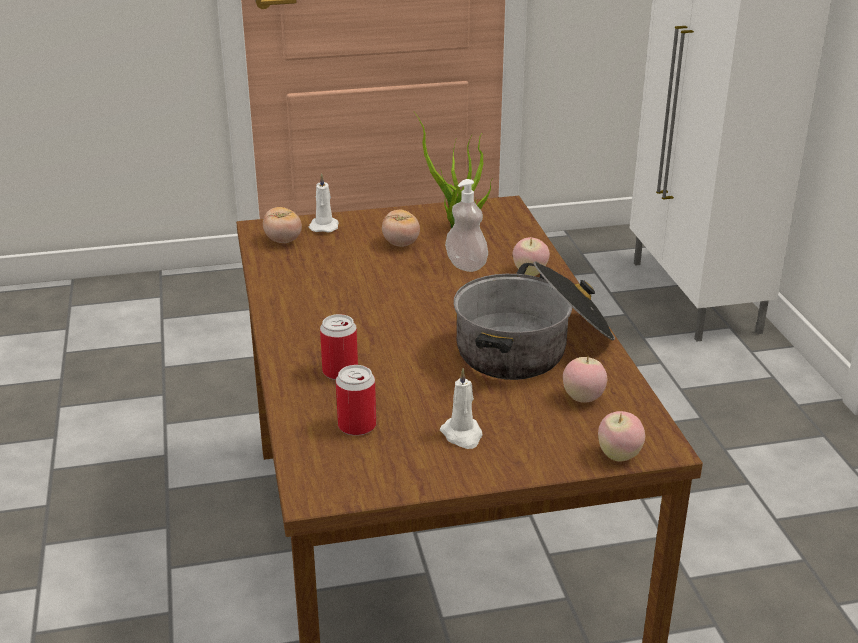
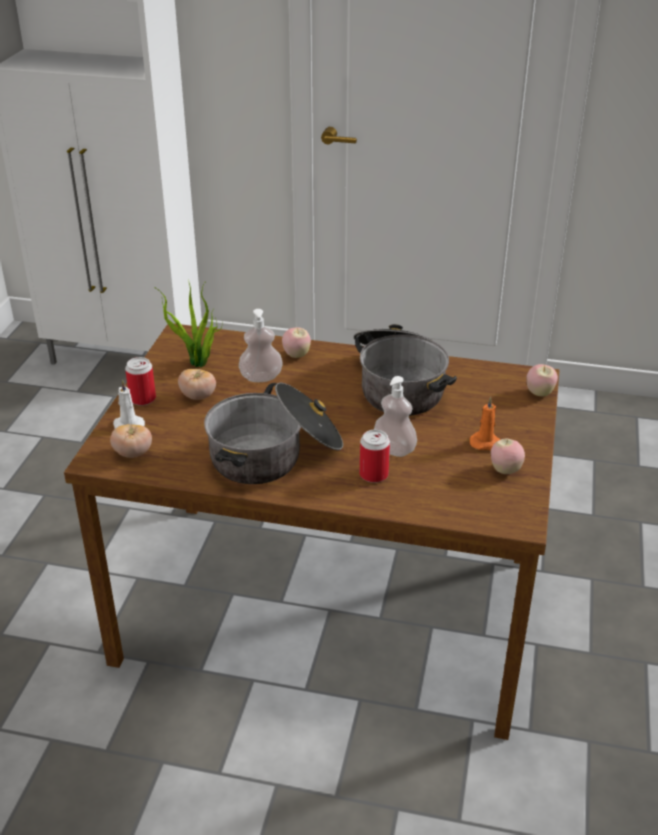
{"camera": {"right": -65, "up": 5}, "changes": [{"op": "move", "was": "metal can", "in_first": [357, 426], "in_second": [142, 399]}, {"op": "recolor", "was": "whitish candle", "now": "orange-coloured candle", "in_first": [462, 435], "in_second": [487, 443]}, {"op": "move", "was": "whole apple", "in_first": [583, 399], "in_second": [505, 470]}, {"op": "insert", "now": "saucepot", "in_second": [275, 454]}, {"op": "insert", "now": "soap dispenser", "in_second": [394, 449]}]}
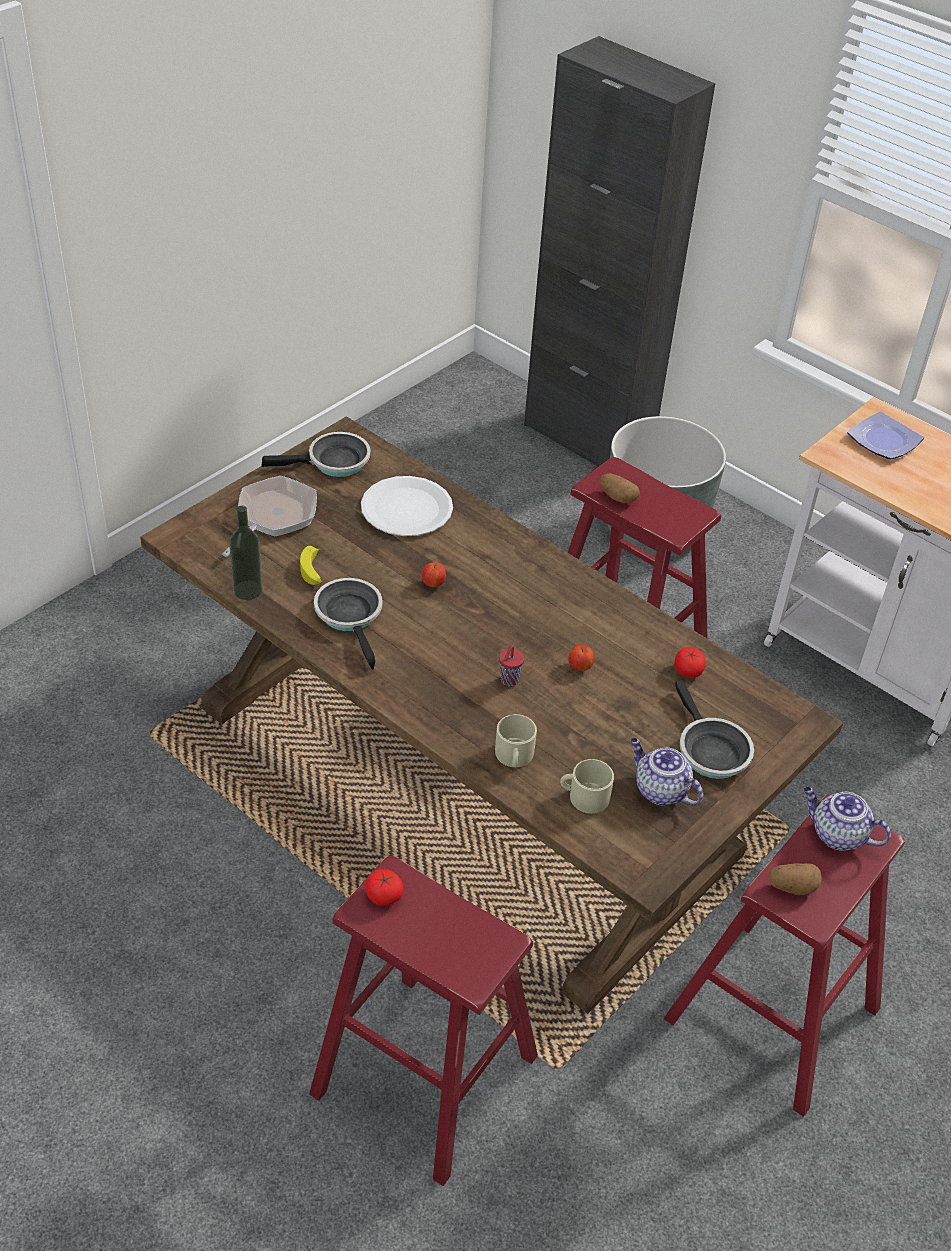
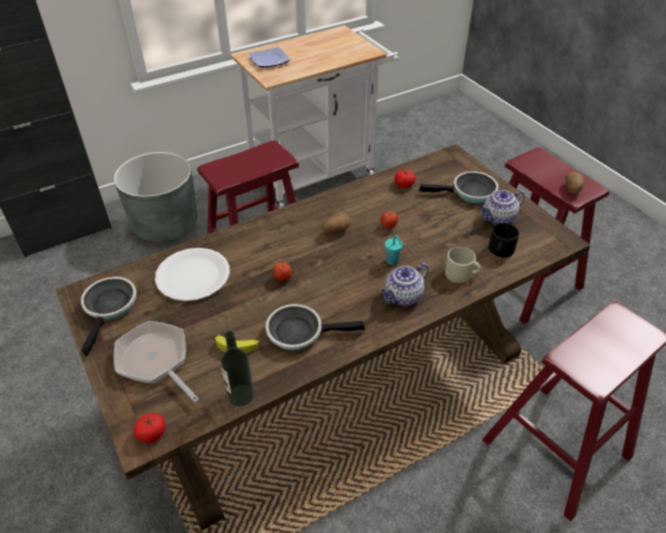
{"camera": {"right": -70, "up": 0}, "changes": [{"op": "move", "was": "fresh tomato", "in_first": [384, 895], "in_second": [152, 433]}, {"op": "recolor", "was": "red-coloured cup", "now": "turquoise cup", "in_first": [508, 681], "in_second": [392, 261]}, {"op": "recolor", "was": "beige-coloured tea mug", "now": "black tea mug", "in_first": [584, 796], "in_second": [500, 251]}, {"op": "move", "was": "spud", "in_first": [617, 497], "in_second": [336, 230]}, {"op": "move", "was": "tea pot", "in_first": [837, 835], "in_second": [402, 297]}]}
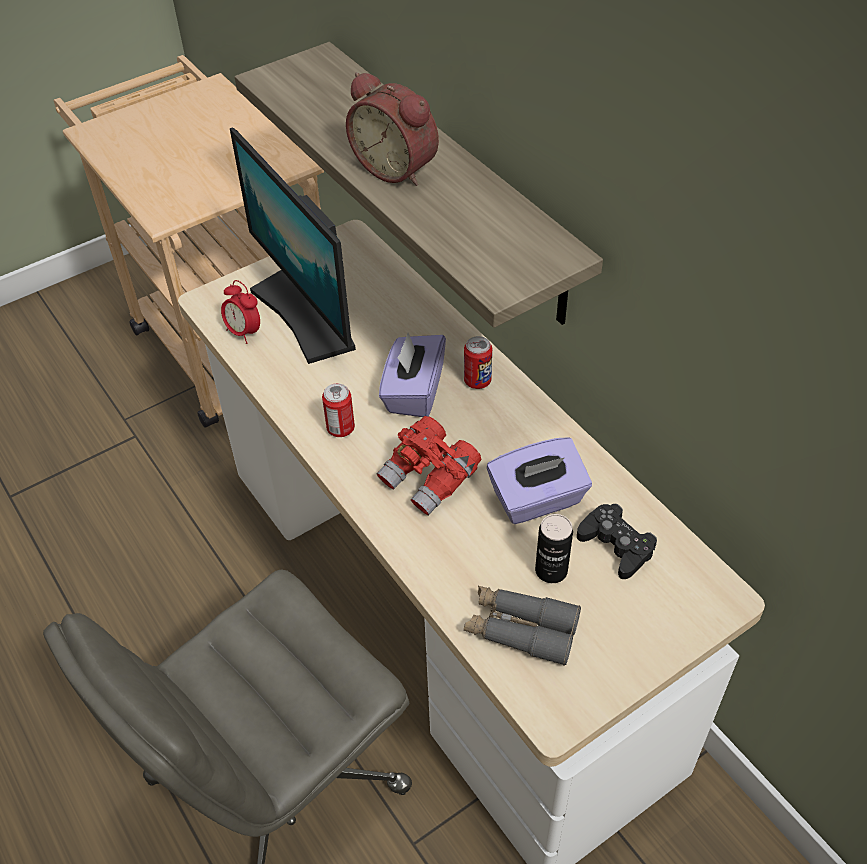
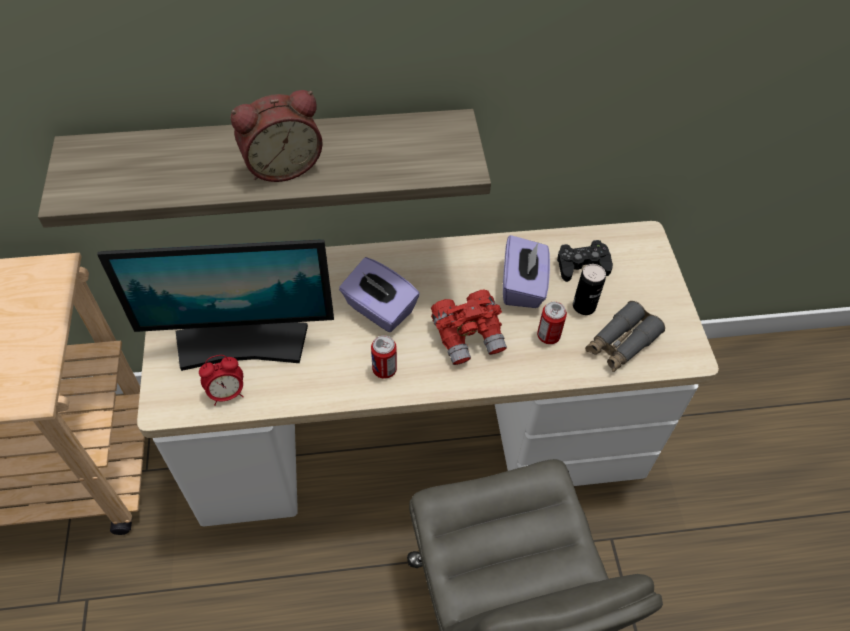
{"camera": {"right": -65, "up": 5}, "changes": [{"op": "move", "was": "metal can", "in_first": [477, 381], "in_second": [548, 336]}]}
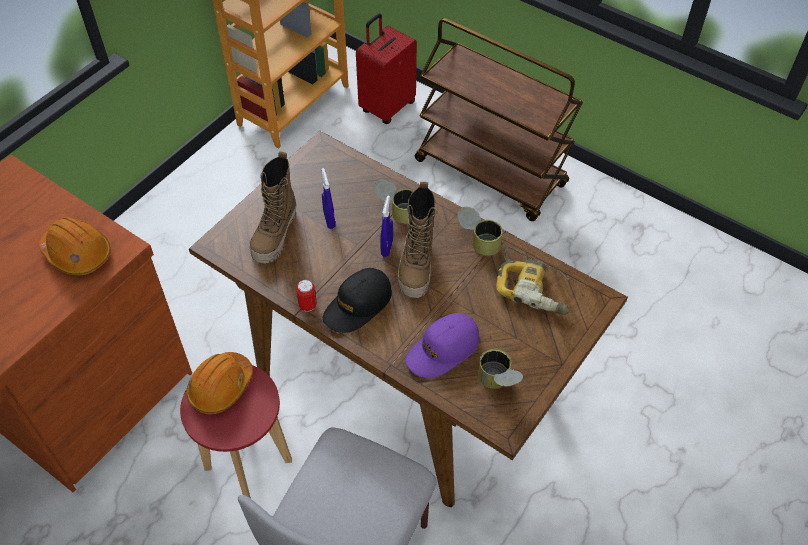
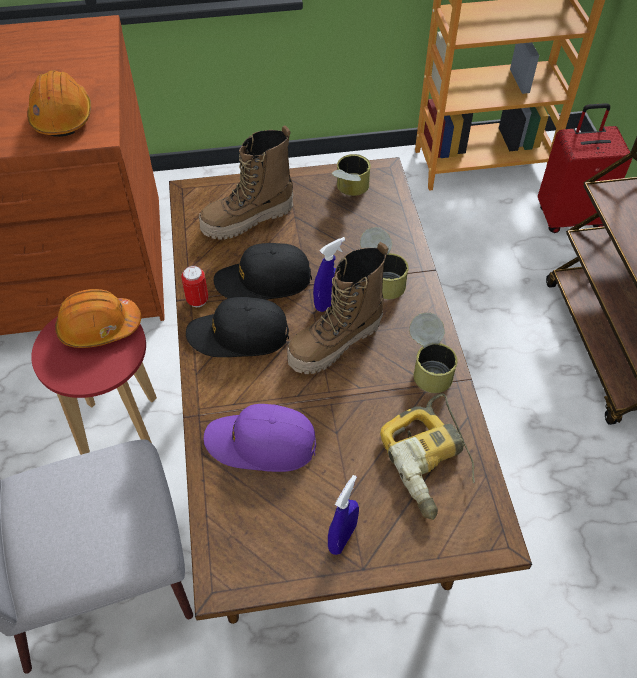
{"camera": {"right": 45, "up": 0}, "changes": [{"op": "move", "was": "bluish sprayer", "in_first": [329, 220], "in_second": [342, 537]}, {"op": "move", "was": "metal can", "in_first": [498, 383], "in_second": [349, 191]}, {"op": "insert", "now": "black baseball cap", "in_second": [263, 281]}]}
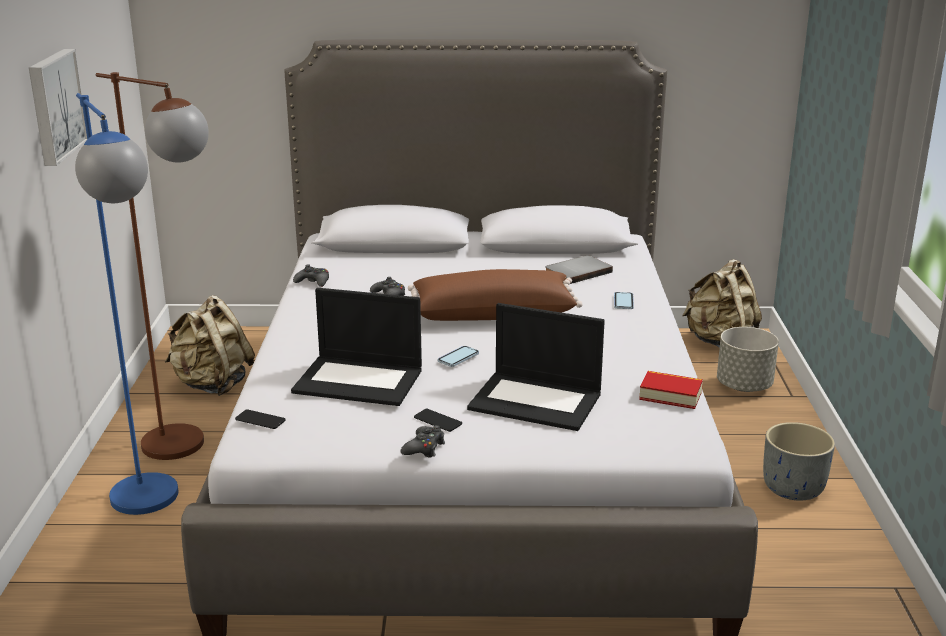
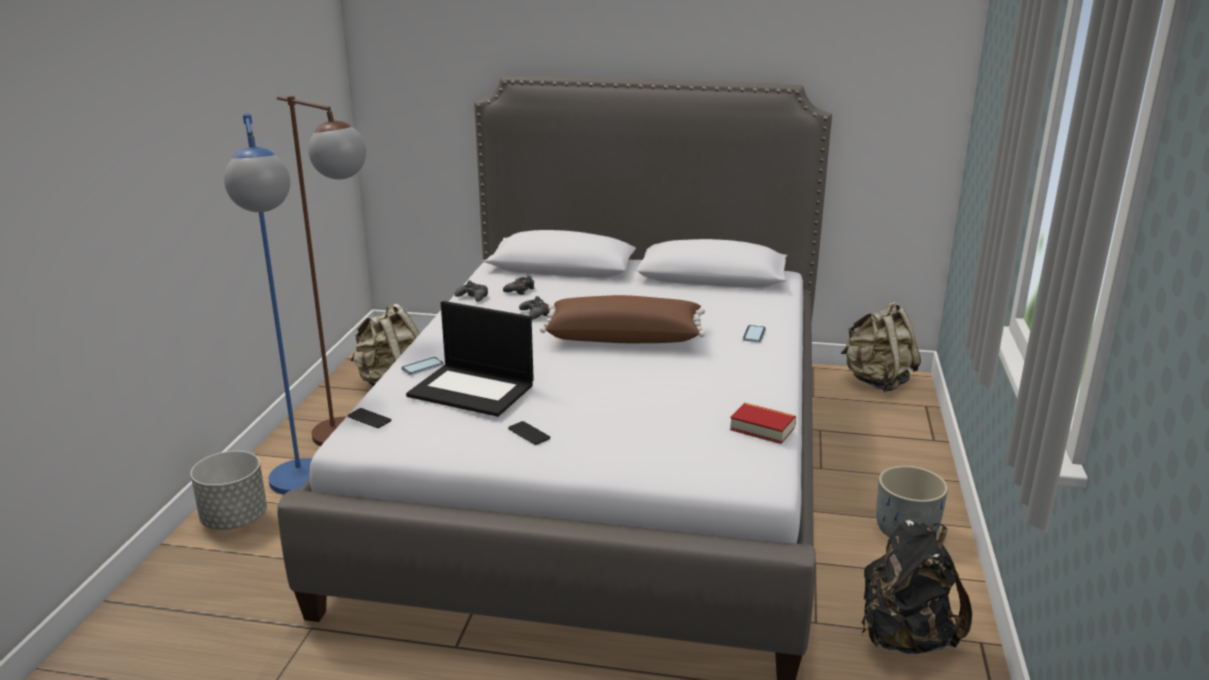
{"camera": {"right": 10, "up": 0}, "changes": [{"op": "delete", "was": "picture", "in_first": [54, 106]}, {"op": "move", "was": "black joypad", "in_first": [424, 448], "in_second": [520, 290]}, {"op": "move", "was": "phone", "in_first": [458, 358], "in_second": [422, 367]}, {"op": "delete", "was": "portable computer", "in_first": [537, 401]}, {"op": "delete", "was": "gray bound book", "in_first": [576, 272]}, {"op": "move", "was": "gray planter", "in_first": [743, 386], "in_second": [234, 519]}, {"op": "insert", "now": "black rucksack", "in_second": [905, 637]}]}
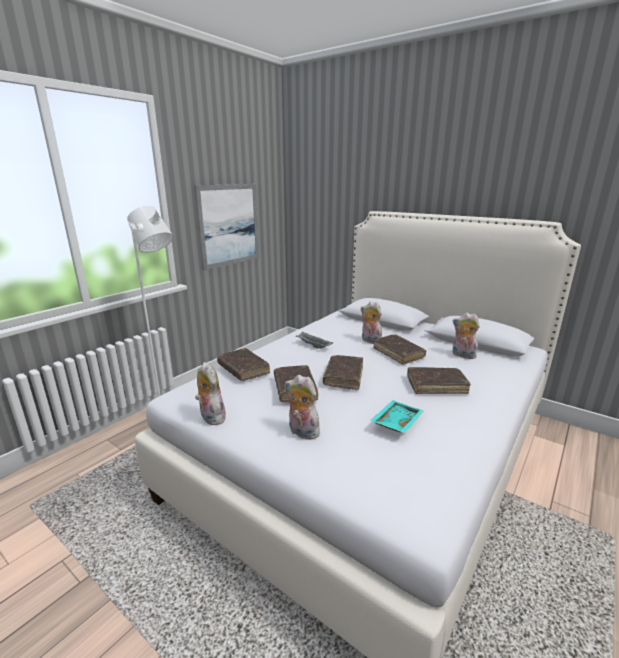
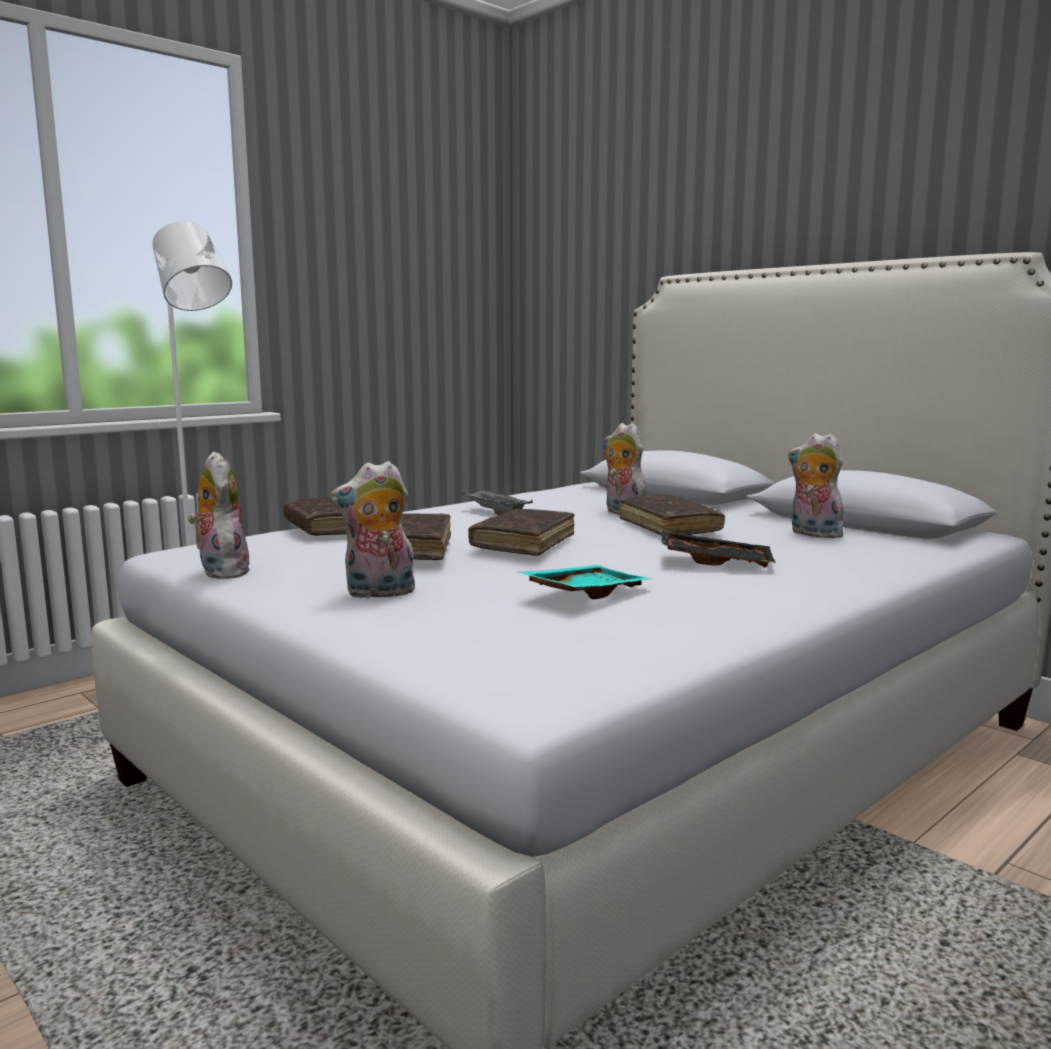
{"camera": {"right": 10, "up": -10}, "changes": [{"op": "delete", "was": "picture", "in_first": [229, 225]}, {"op": "rotate", "was": "soft toy", "in_first": [301, 432], "in_second": [379, 594], "clockwise": -60}, {"op": "replace", "was": "brownish bound book", "now": "black tray", "in_first": [436, 385], "in_second": [716, 561]}]}
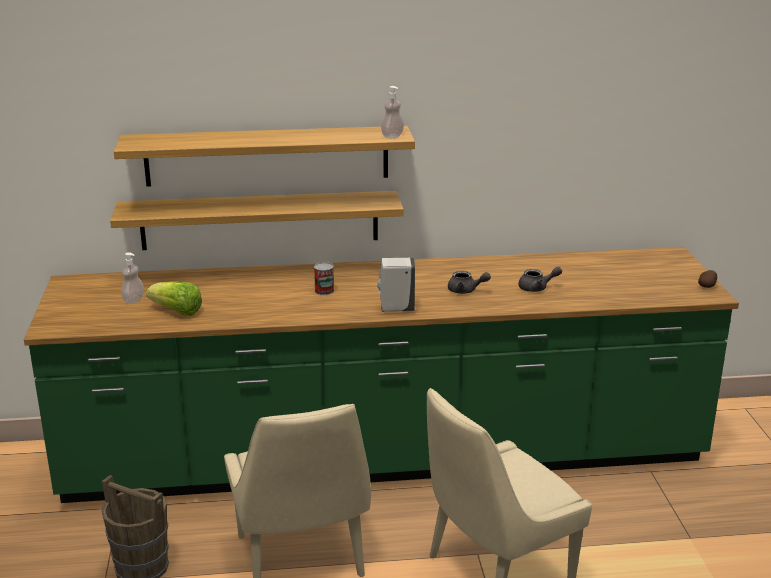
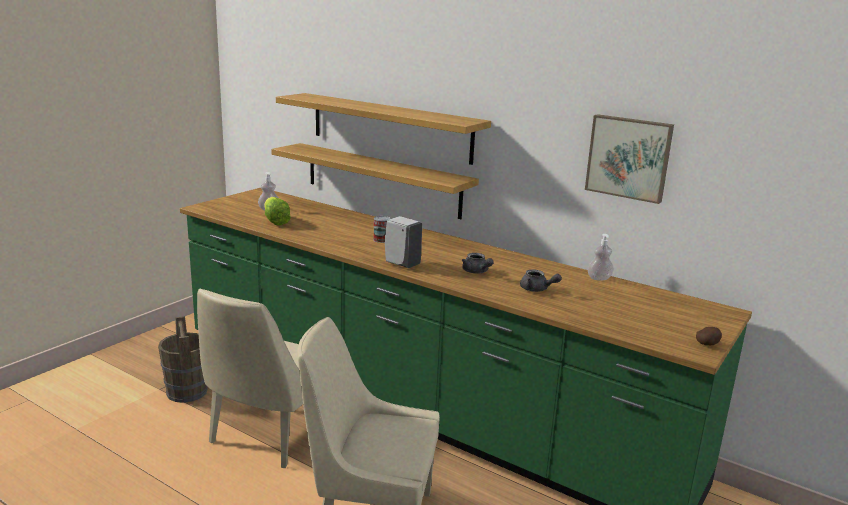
{"camera": {"right": 40, "up": -5}, "changes": [{"op": "move", "was": "soap dispenser", "in_first": [392, 136], "in_second": [599, 278]}, {"op": "insert", "now": "picture", "in_second": [629, 157]}]}
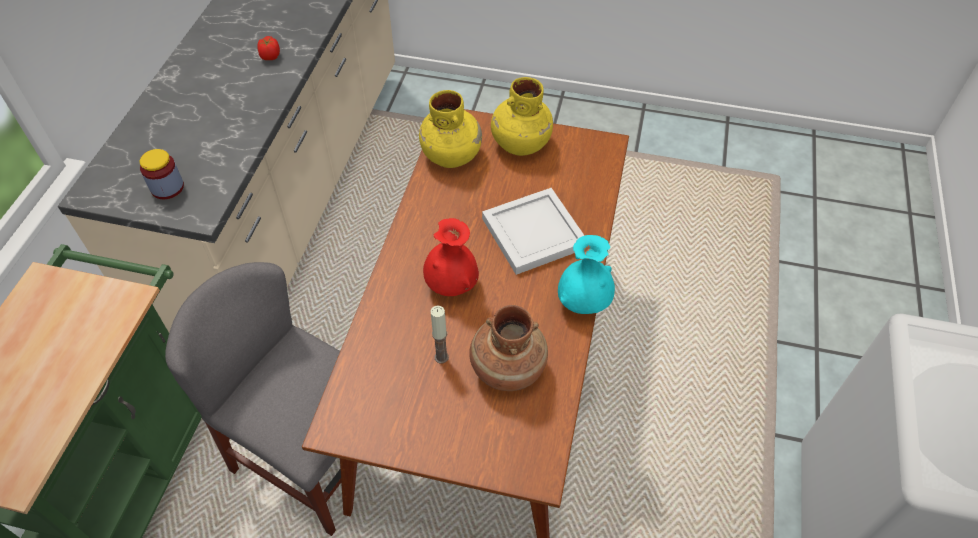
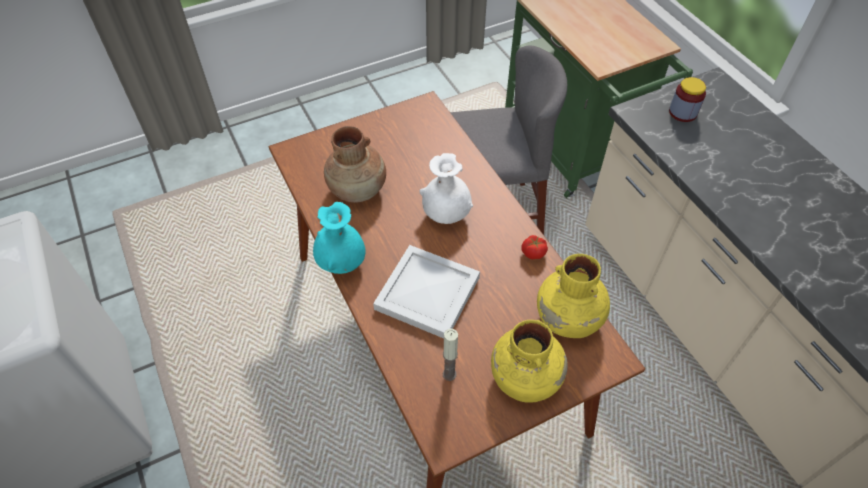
{"camera": {"right": 140, "up": 0}, "changes": [{"op": "move", "was": "fresh tomato", "in_first": [270, 56], "in_second": [533, 253]}, {"op": "recolor", "was": "red-coloured decorative vase", "now": "whitish decorative vase", "in_first": [452, 285], "in_second": [446, 215]}, {"op": "move", "was": "candle", "in_first": [441, 357], "in_second": [449, 374]}]}
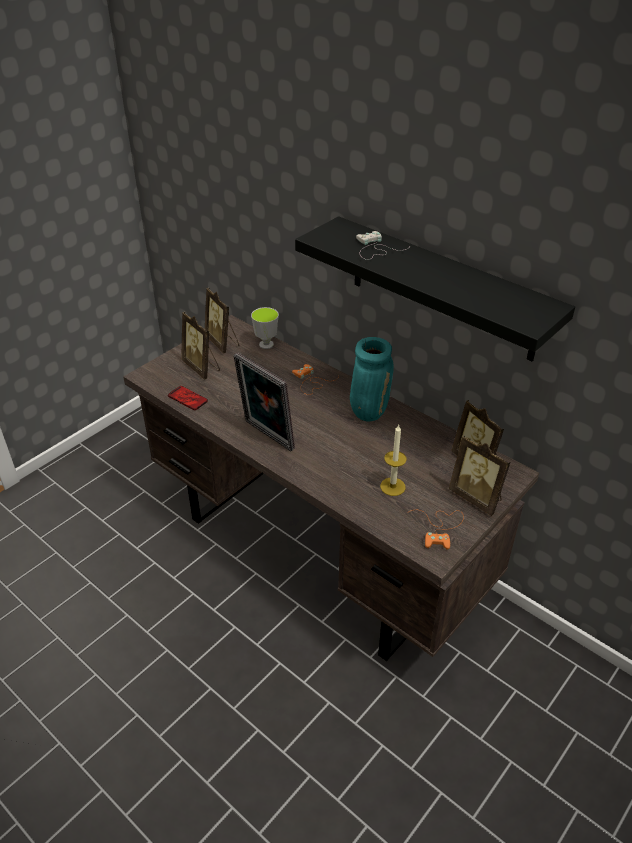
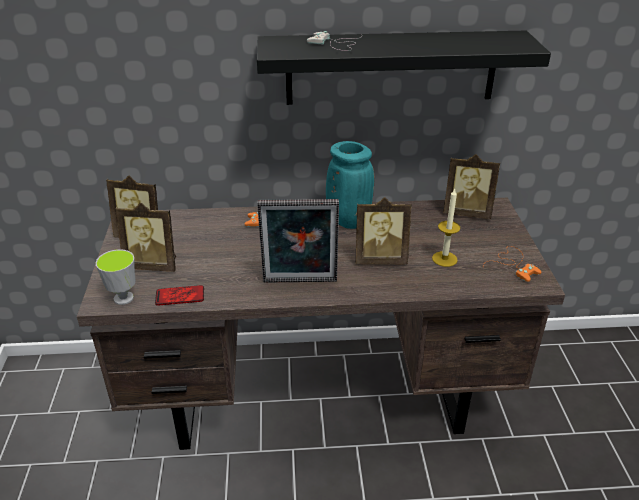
{"camera": {"right": -45, "up": -5}, "changes": [{"op": "move", "was": "cup", "in_first": [266, 344], "in_second": [123, 298]}, {"op": "move", "was": "standing frame", "in_first": [477, 498], "in_second": [380, 259]}]}
